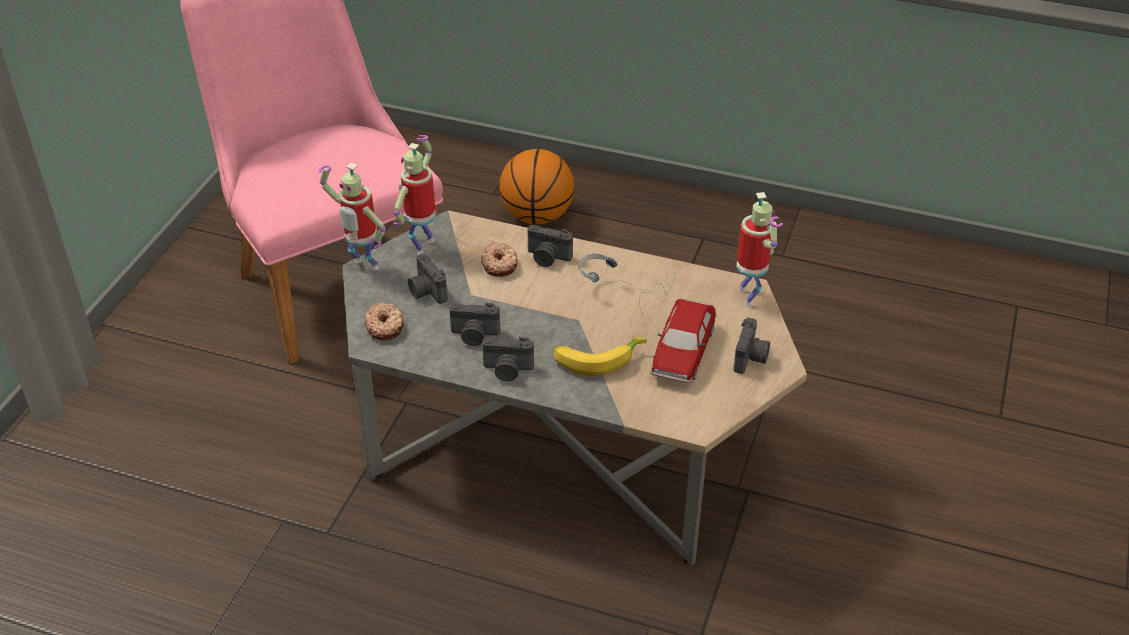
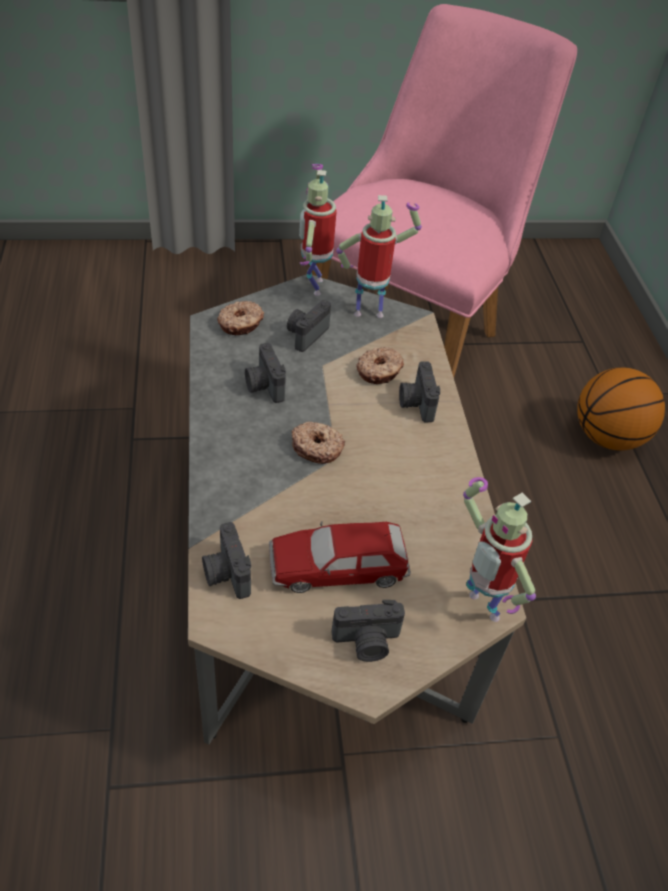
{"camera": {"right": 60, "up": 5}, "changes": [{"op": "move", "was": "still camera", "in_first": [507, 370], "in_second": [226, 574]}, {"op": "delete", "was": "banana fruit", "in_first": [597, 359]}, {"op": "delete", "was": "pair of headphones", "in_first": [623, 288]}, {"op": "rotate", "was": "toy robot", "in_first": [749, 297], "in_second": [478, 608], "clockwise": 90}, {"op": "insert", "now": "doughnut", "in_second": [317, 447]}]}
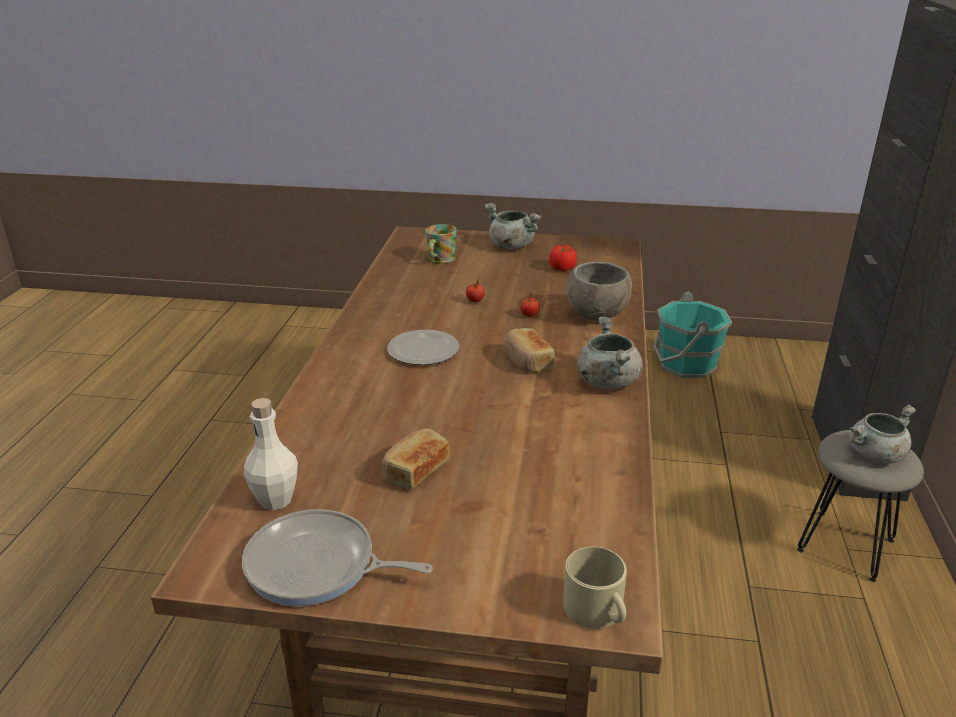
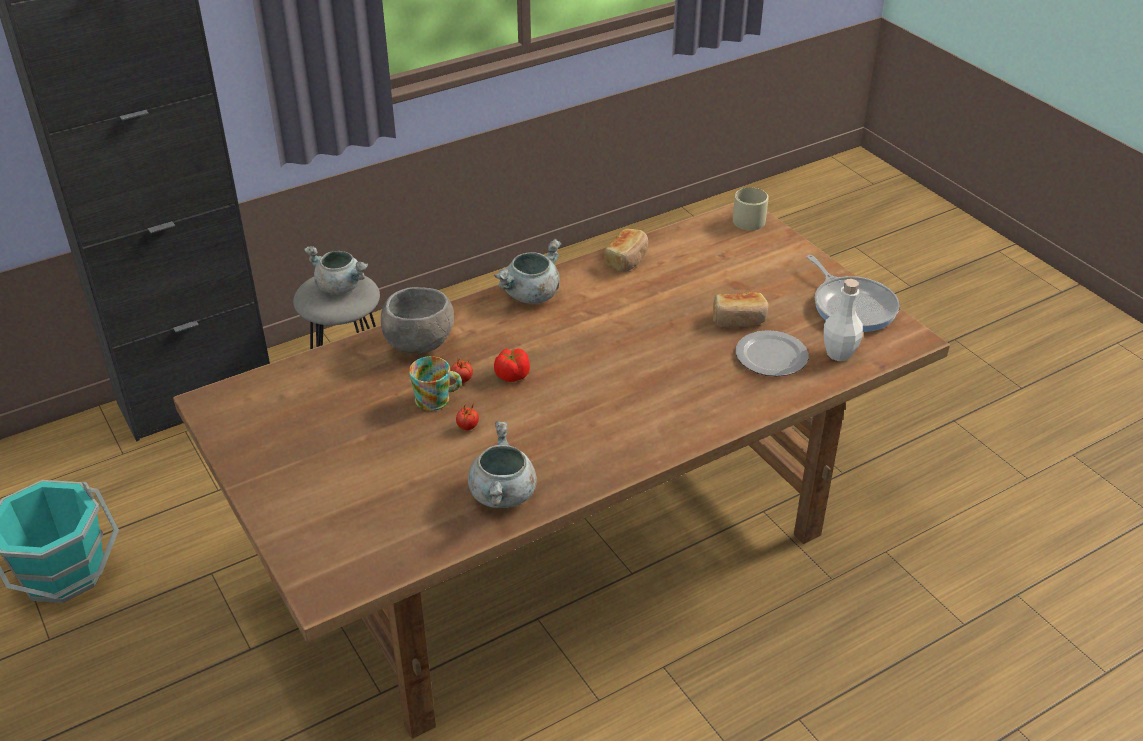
{"camera": {"right": -130, "up": 10}, "changes": [{"op": "move", "was": "plate", "in_first": [423, 350], "in_second": [770, 356]}, {"op": "move", "was": "tea mug", "in_first": [439, 260], "in_second": [437, 399]}, {"op": "move", "was": "gray saucepot", "in_first": [510, 246], "in_second": [503, 495]}, {"op": "move", "was": "bakery bread", "in_first": [527, 361], "in_second": [627, 259]}, {"op": "move", "was": "fresh tomato", "in_first": [562, 268], "in_second": [512, 375]}]}
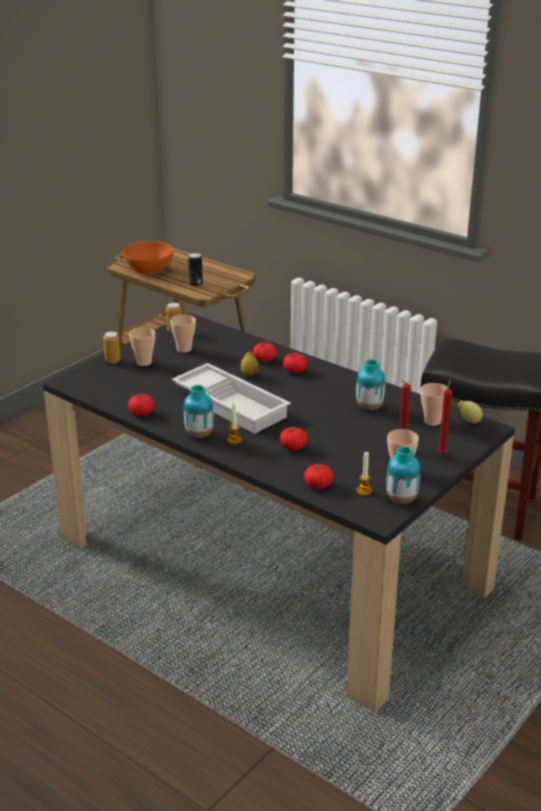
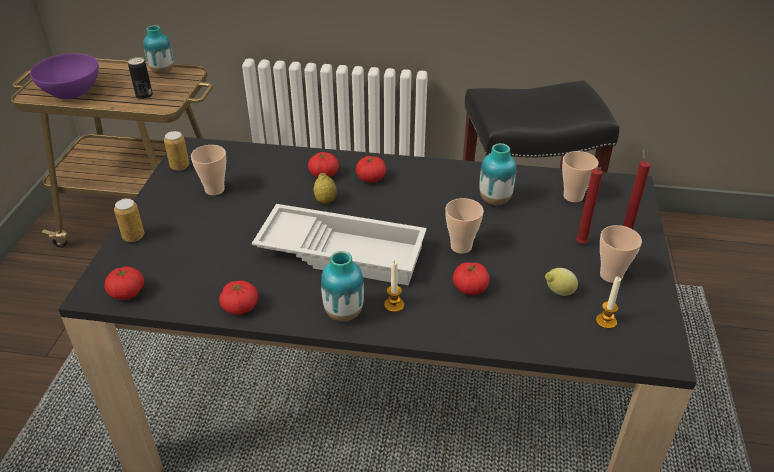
{"camera": {"right": -30, "up": 10}, "changes": [{"op": "recolor", "was": "orange-coloured deep dish", "now": "purple-coloured deep dish", "in_first": [149, 269], "in_second": [70, 90]}, {"op": "move", "was": "cup", "in_first": [144, 362], "in_second": [461, 246]}, {"op": "move", "was": "fresh tomato", "in_first": [318, 485], "in_second": [127, 293]}, {"op": "move", "was": "decorative vase", "in_first": [401, 499], "in_second": [162, 71]}, {"op": "move", "was": "citrus fruit", "in_first": [469, 421], "in_second": [558, 292]}]}
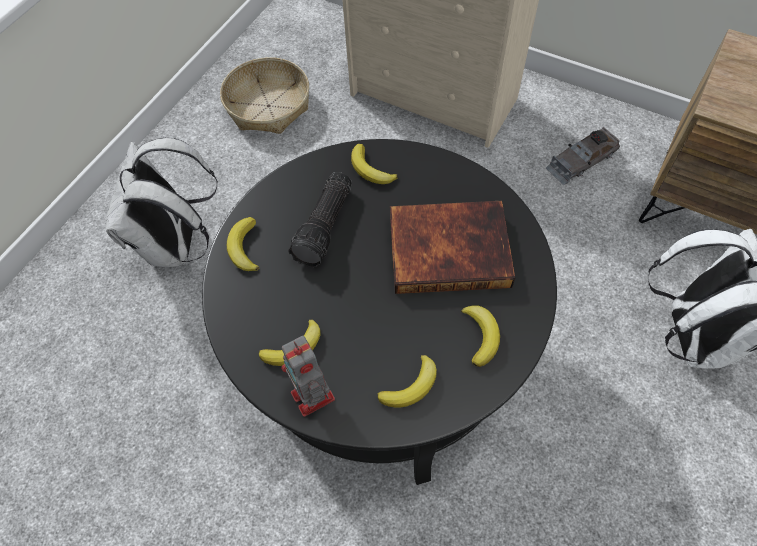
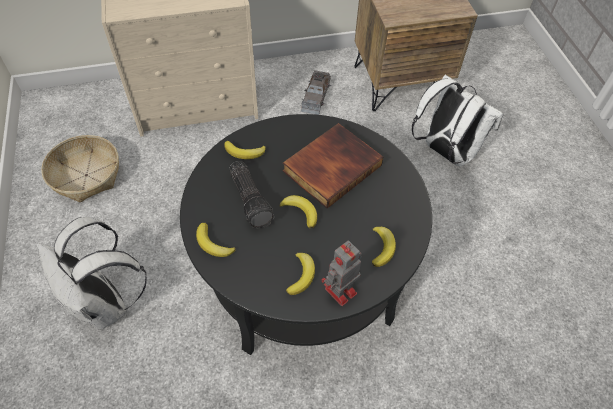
{"camera": {"right": -45, "up": -5}, "changes": [{"op": "rotate", "was": "toy robot", "in_first": [313, 398], "in_second": [339, 292], "clockwise": 120}, {"op": "move", "was": "banana fruit", "in_first": [481, 336], "in_second": [301, 211]}]}
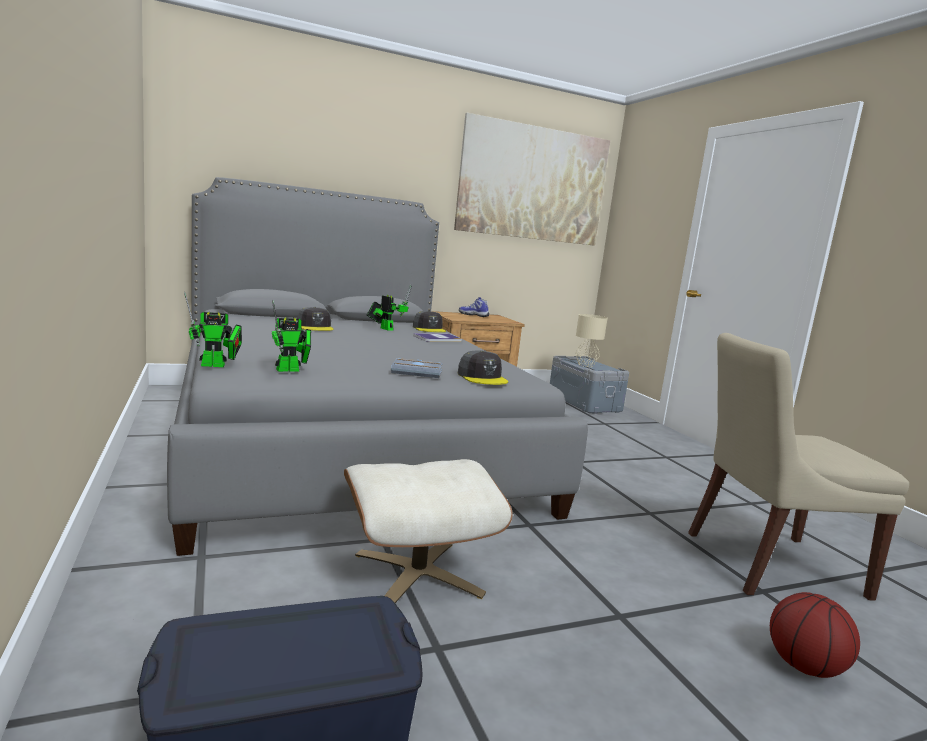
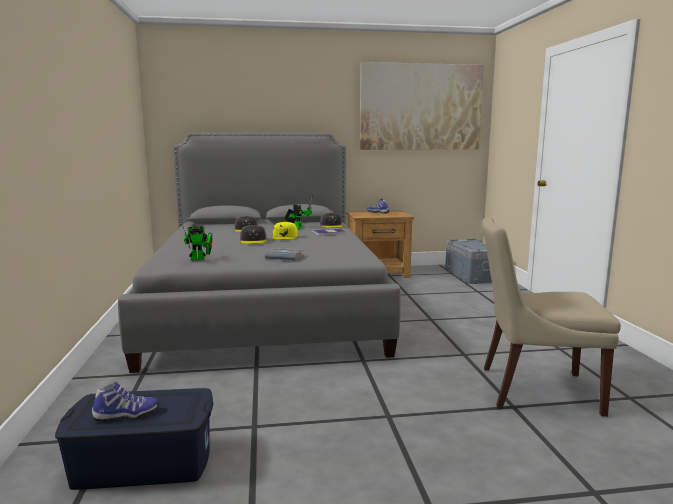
{"camera": {"right": 15, "up": 0}, "changes": [{"op": "delete", "was": "toy robot", "in_first": [217, 365]}, {"op": "delete", "was": "beige-coloured footrest", "in_first": [418, 573]}, {"op": "move", "was": "gray baseball cap", "in_first": [482, 377], "in_second": [253, 240]}, {"op": "delete", "was": "beige-coloured lamp for a table", "in_first": [585, 365]}, {"op": "delete", "was": "ball for basketball", "in_first": [805, 667]}, {"op": "insert", "now": "item of footwear", "in_second": [126, 415]}, {"op": "insert", "now": "yellowish baseball cap", "in_second": [285, 237]}]}
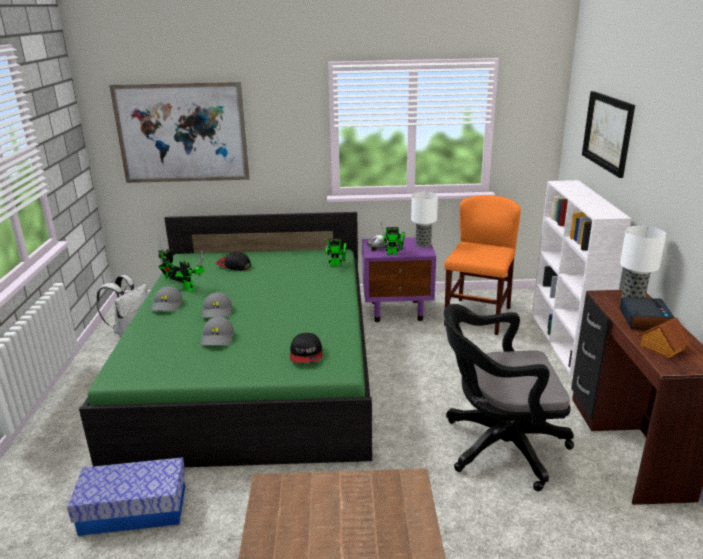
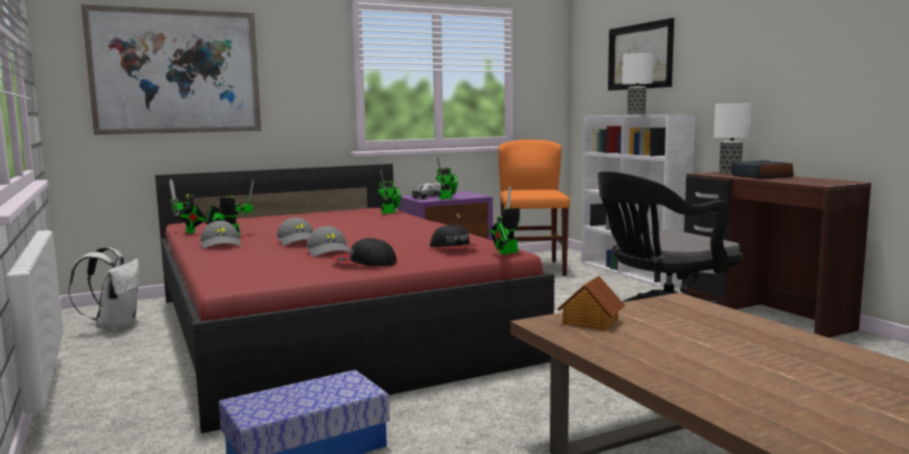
{"camera": {"right": -25, "up": -15}, "changes": [{"op": "recolor", "was": "green bedroom bed", "now": "red-coloured bedroom bed", "in_first": [254, 367], "in_second": [329, 327]}, {"op": "move", "was": "baseball cap", "in_first": [233, 265], "in_second": [364, 263]}, {"op": "move", "was": "lamp for a table", "in_first": [423, 244], "in_second": [636, 114]}, {"op": "move", "was": "model house", "in_first": [661, 347], "in_second": [590, 321]}, {"op": "insert", "now": "toy robot", "in_second": [505, 253]}]}
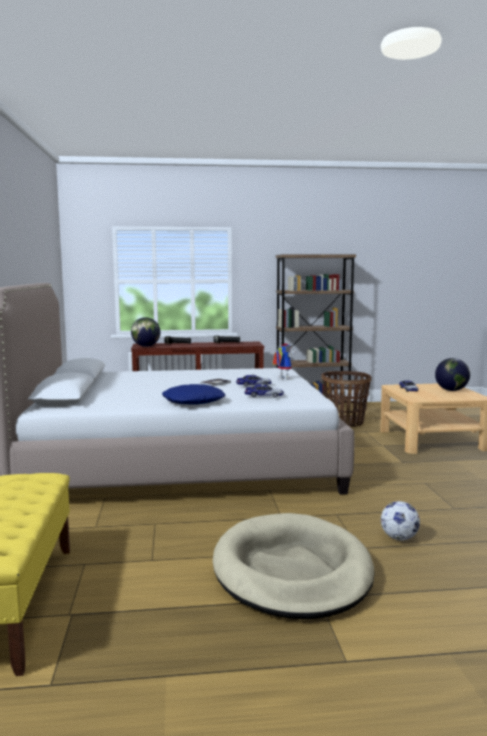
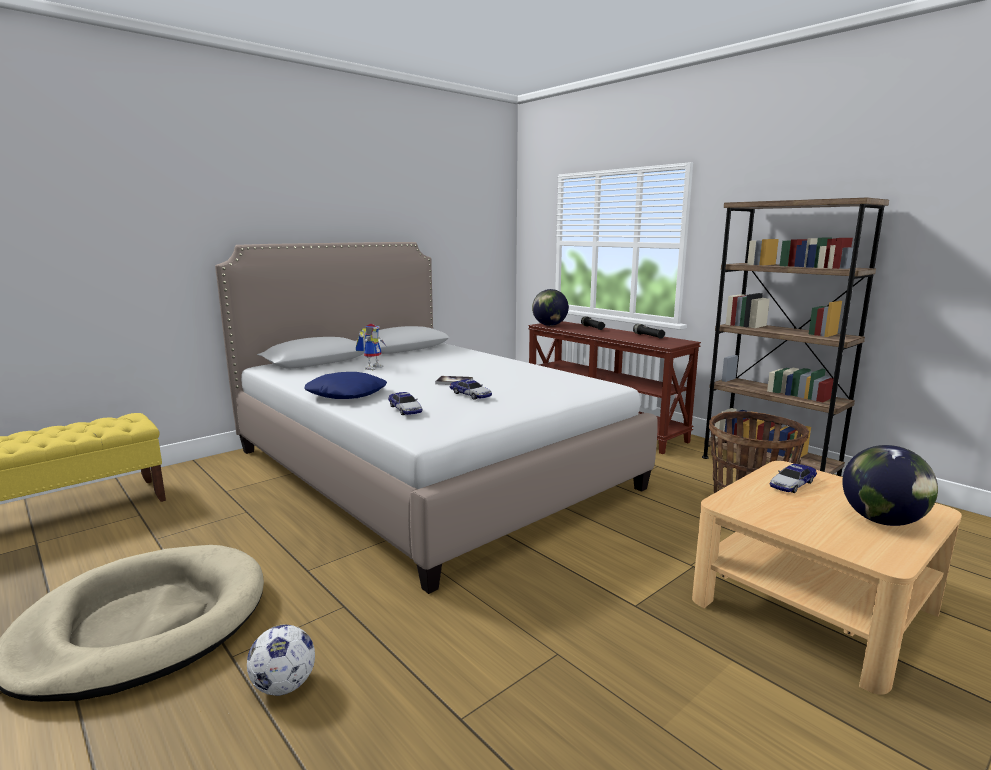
{"camera": {"right": 55, "up": 5}, "changes": [{"op": "move", "was": "toy robot", "in_first": [282, 378], "in_second": [372, 367]}]}
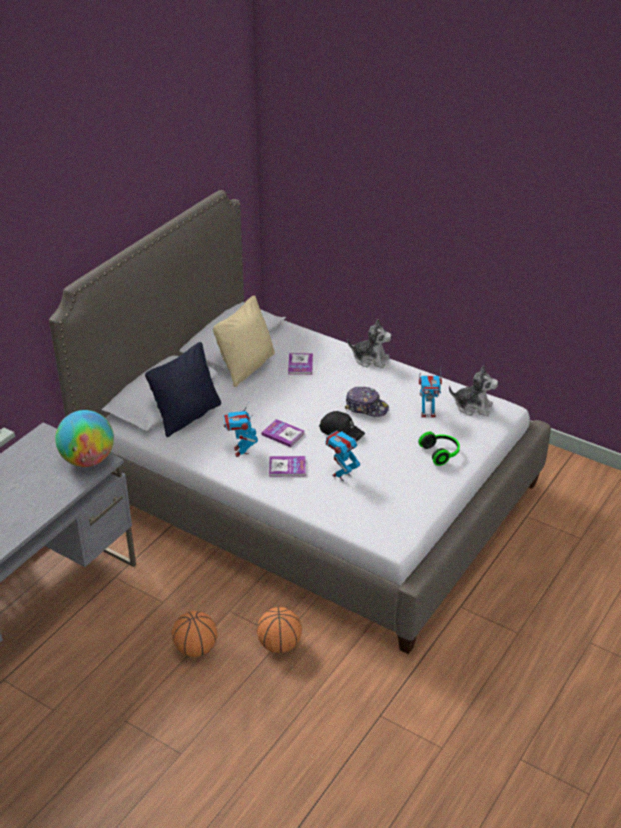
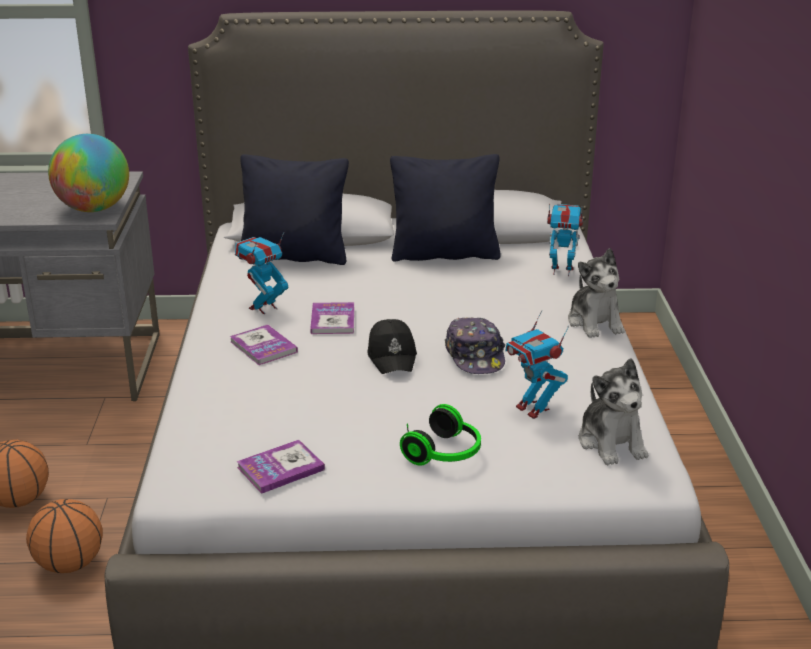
{"camera": {"right": 55, "up": -10}, "changes": [{"op": "recolor", "was": "beige-coloured throw pillow", "now": "black throw pillow", "in_first": [247, 367], "in_second": [444, 254]}, {"op": "move", "was": "bound book", "in_first": [300, 365], "in_second": [280, 468]}, {"op": "move", "was": "toy robot", "in_first": [342, 475], "in_second": [561, 271]}]}
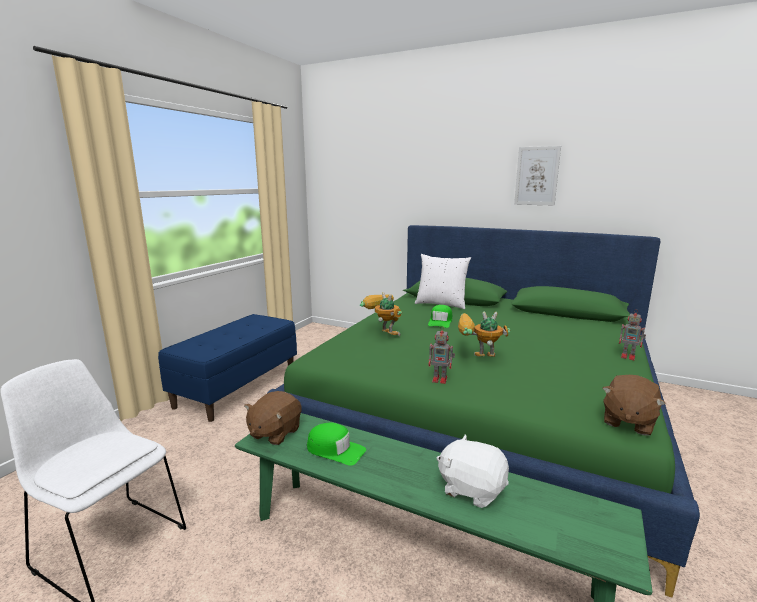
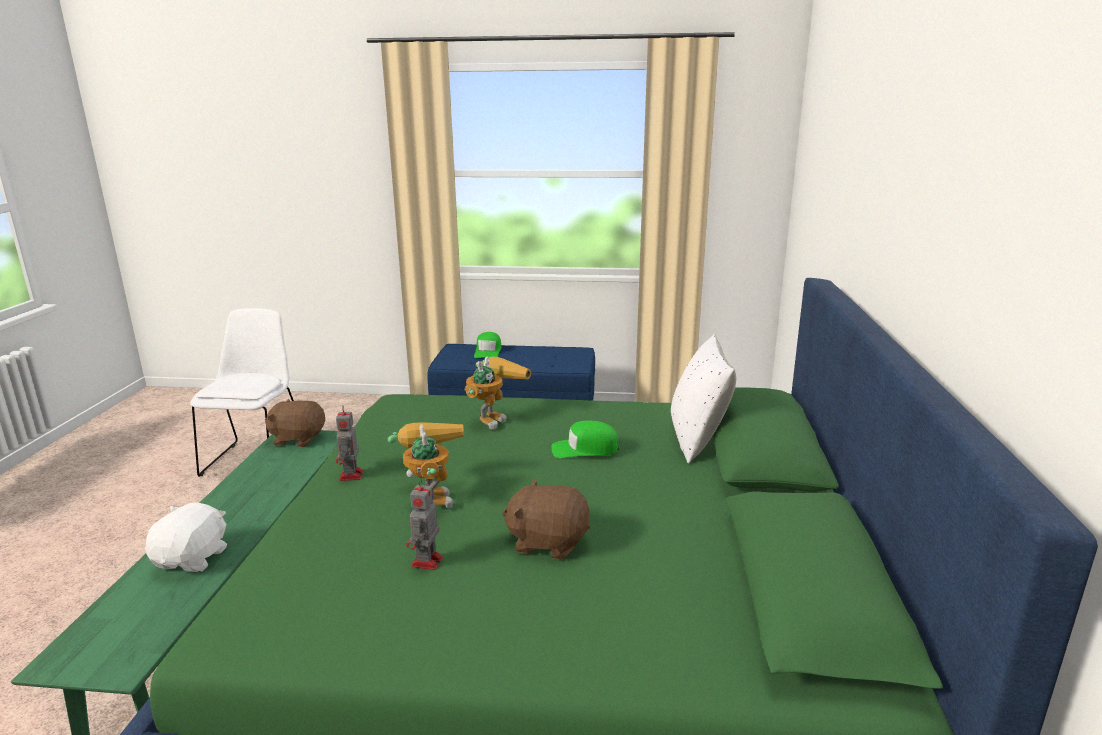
{"camera": {"right": 70, "up": 5}, "changes": [{"op": "move", "was": "green baseball cap", "in_first": [335, 450], "in_second": [488, 351]}, {"op": "delete", "was": "picture", "in_first": [536, 176]}, {"op": "move", "was": "brownish soft toy", "in_first": [627, 421], "in_second": [548, 542]}, {"op": "move", "was": "toy robot", "in_first": [629, 357], "in_second": [426, 563]}]}
